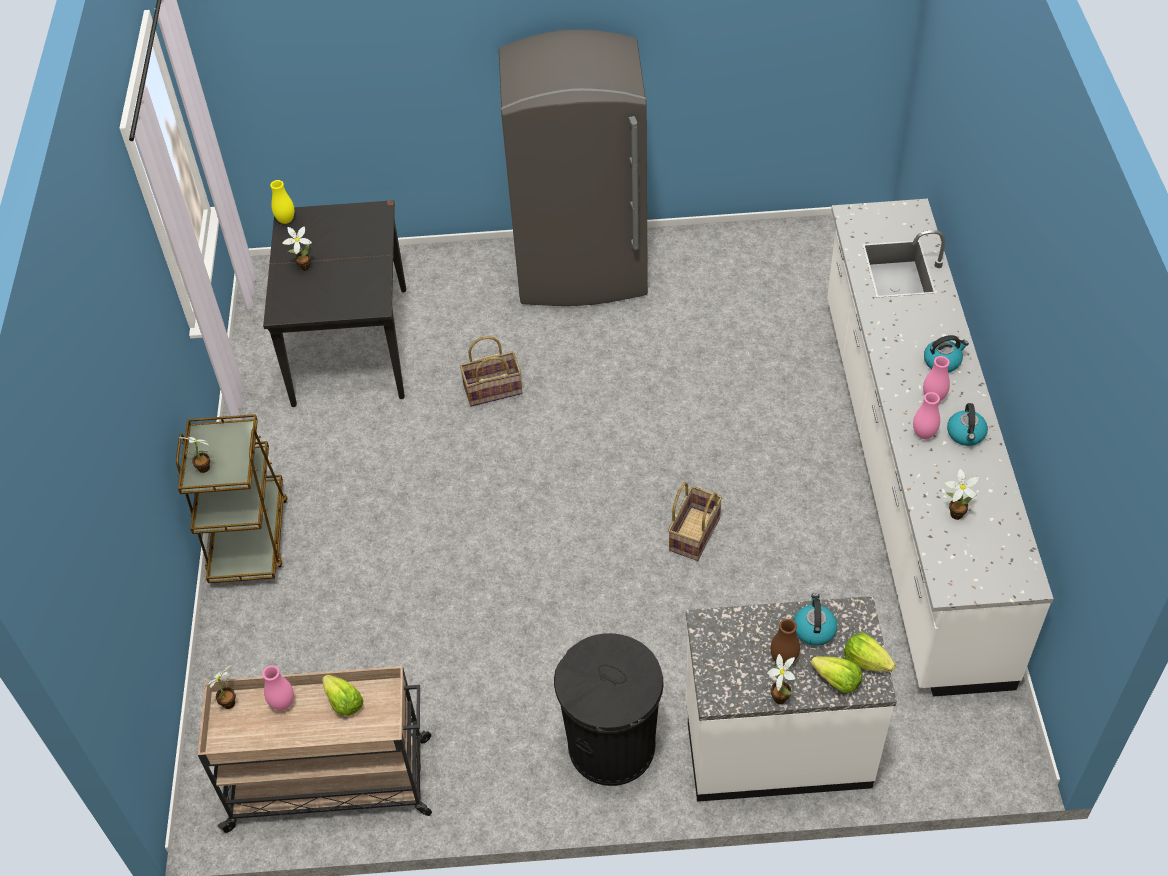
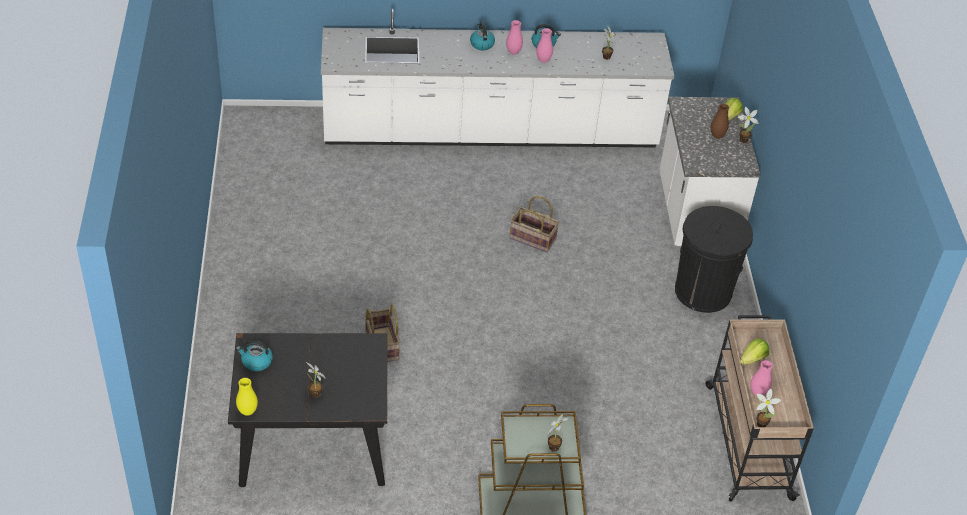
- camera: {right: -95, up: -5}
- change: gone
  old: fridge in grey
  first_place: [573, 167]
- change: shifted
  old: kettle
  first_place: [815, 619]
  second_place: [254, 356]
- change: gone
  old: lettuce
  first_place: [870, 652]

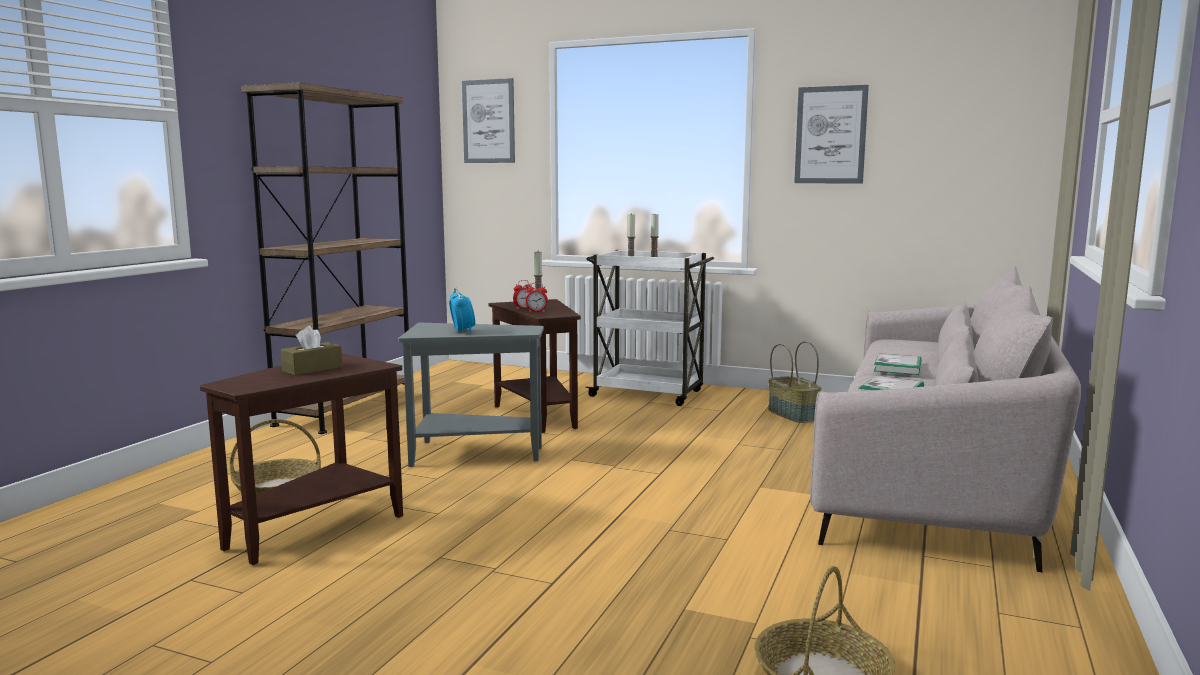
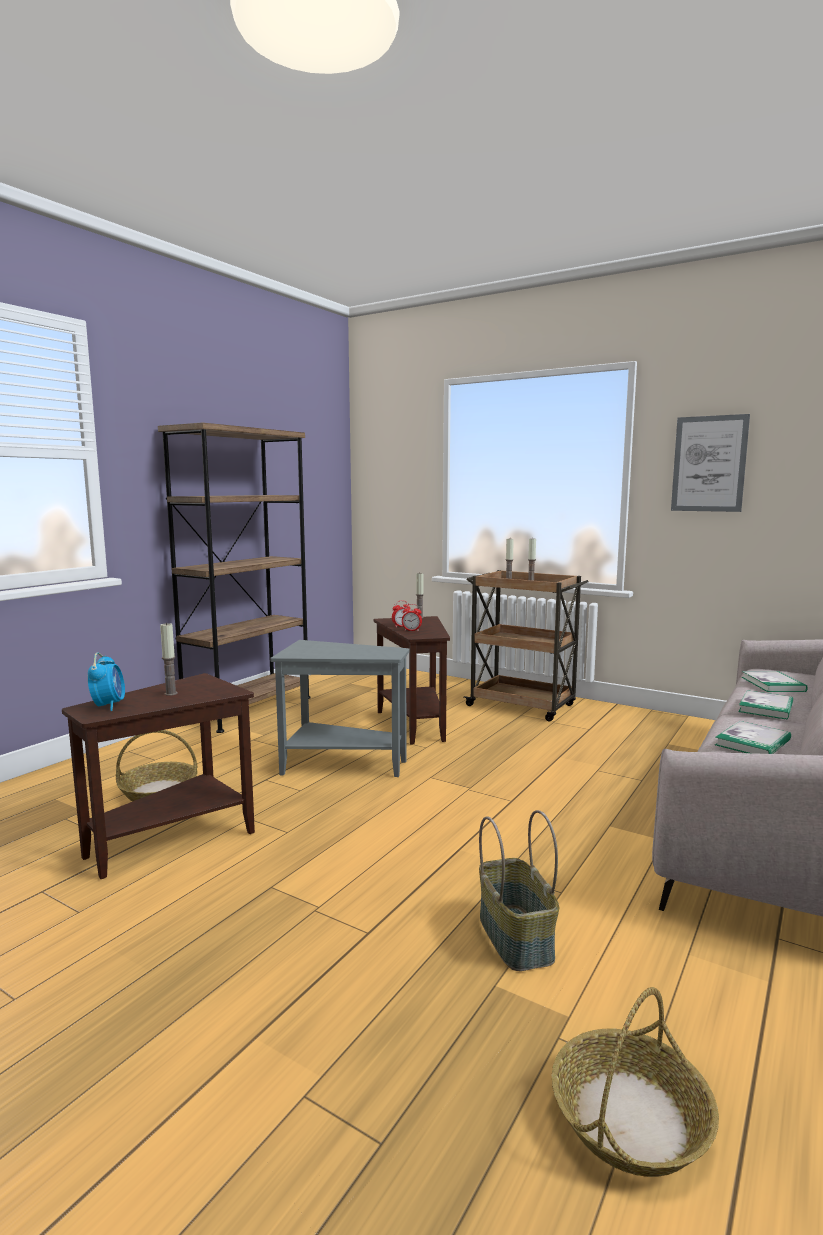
- camera: {right: 10, up: 0}
- change: swapped
  old: tissue box in brown
  new: candle
  first_place: [311, 351]
  second_place: [169, 659]
- change: shifted
  old: alarm clock
  first_place: [462, 310]
  second_place: [106, 681]
- change: gone
  old: picture
  first_place: [488, 120]
- change: repainted
  old: cart in white
  new: cart in brown
  first_place: [649, 328]
  second_place: [526, 645]
- change: shifted
  old: basket
  first_place: [794, 382]
  second_place: [519, 890]
- change: new
  new: book
  second_place: [775, 681]

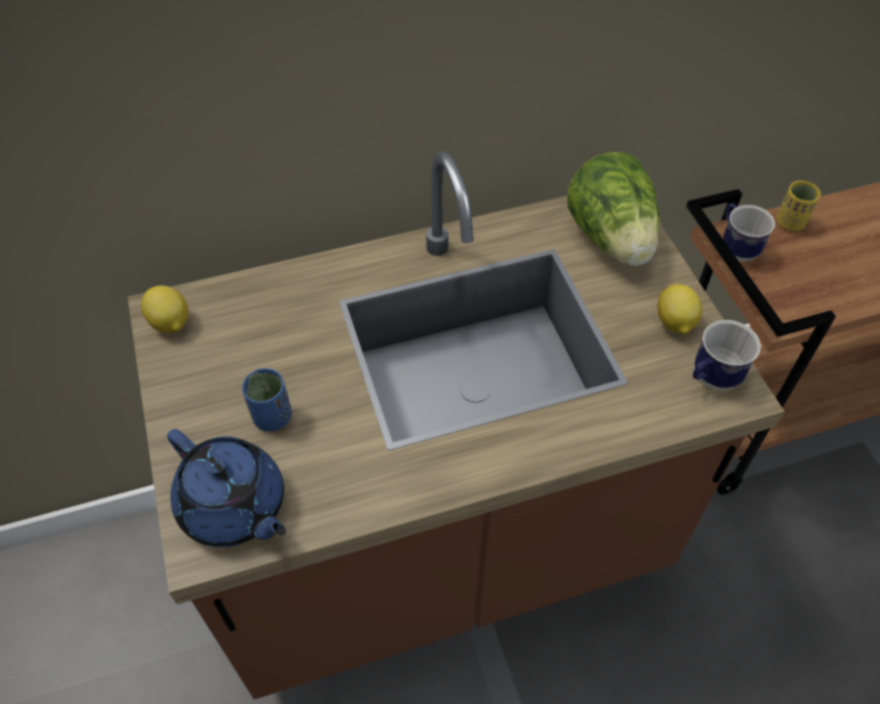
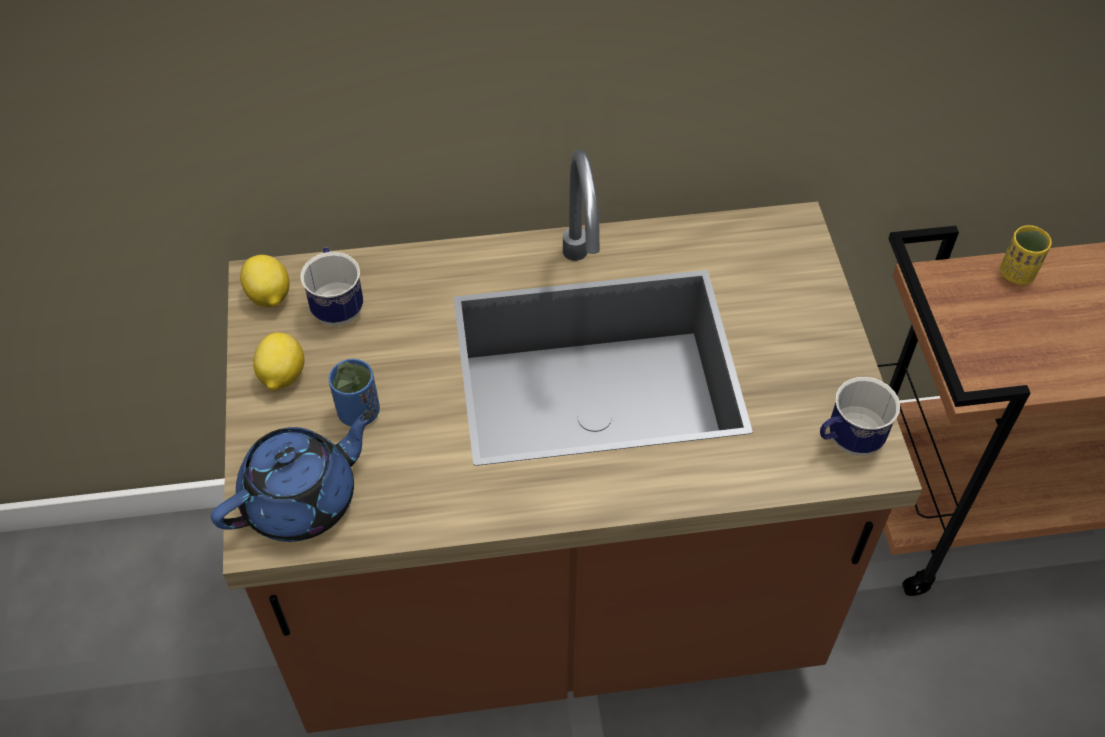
- camera: {right: 10, up: 0}
- change: rotated
  old: teapot in blue
  first_place: [226, 488]
  second_place: [293, 476]
  degrees: -90
- change: gone
  old: lettuce
  first_place: [613, 209]
- change: shifted
  old: lemon
  first_place: [679, 309]
  second_place: [279, 361]
- change: shifted
  old: mug
  first_place: [749, 232]
  second_place: [332, 286]

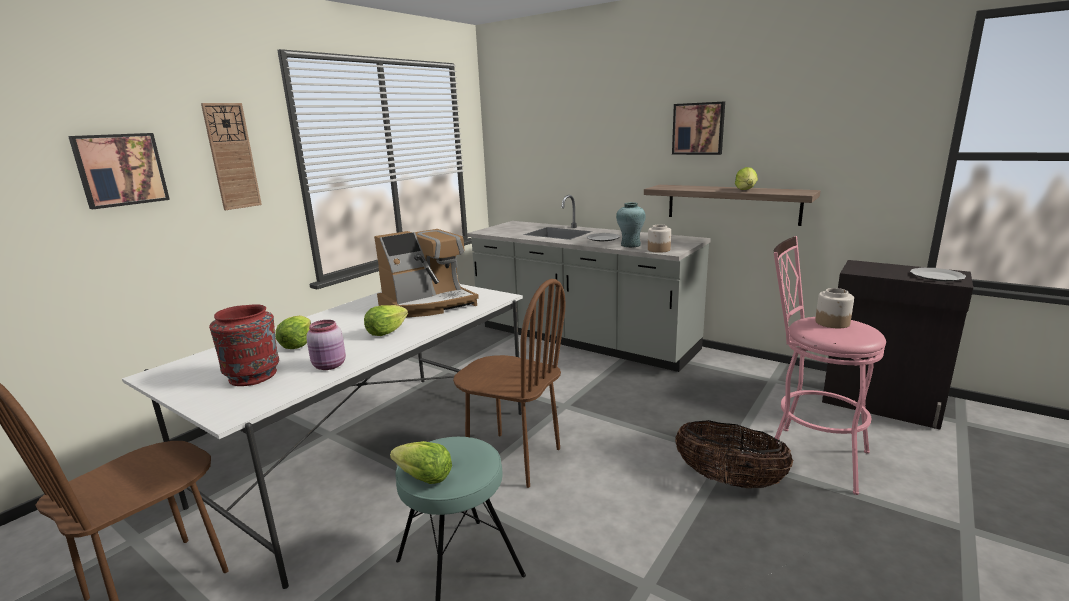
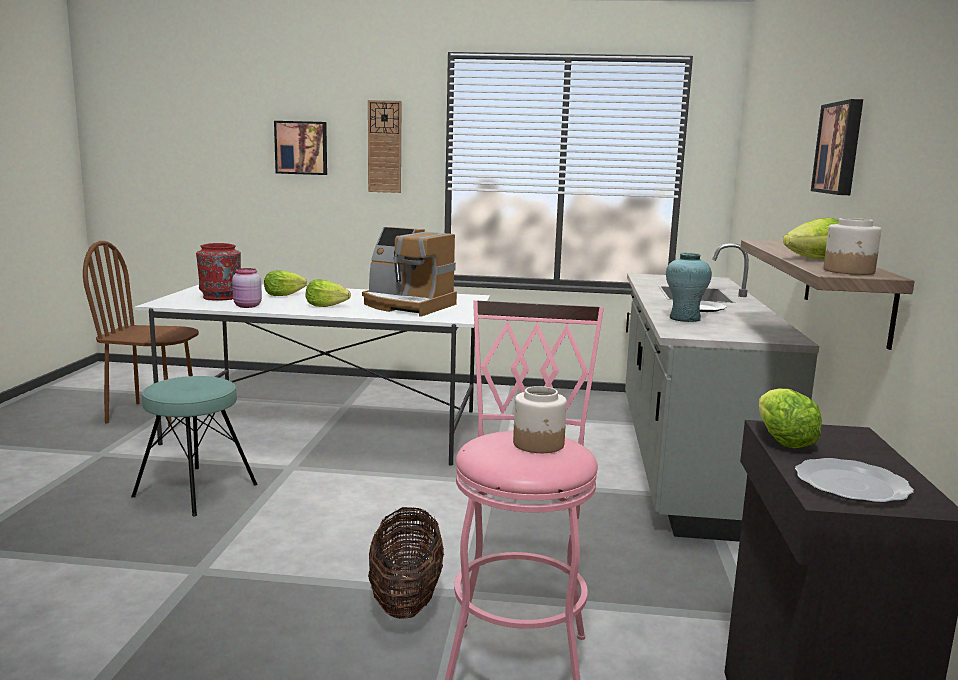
- camera: {right: 60, up: -5}
- change: shifted
  old: lettuce
  first_place: [421, 462]
  second_place: [790, 418]
- change: gone
  old: chair in brown
  first_place: [509, 383]
- change: shifted
  old: jar
  first_place: [659, 239]
  second_place: [852, 246]

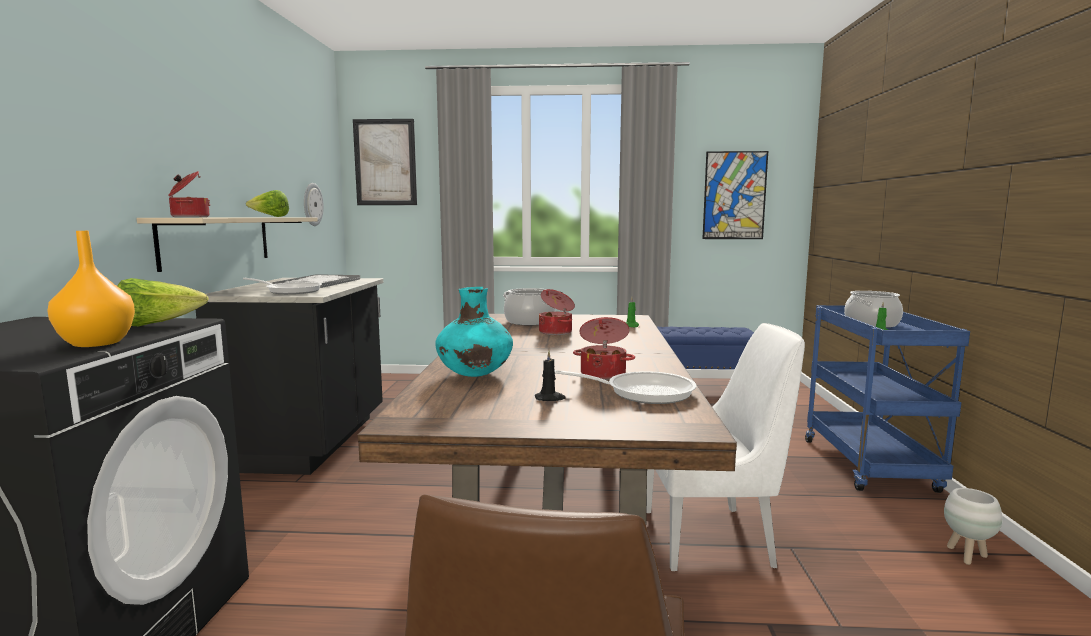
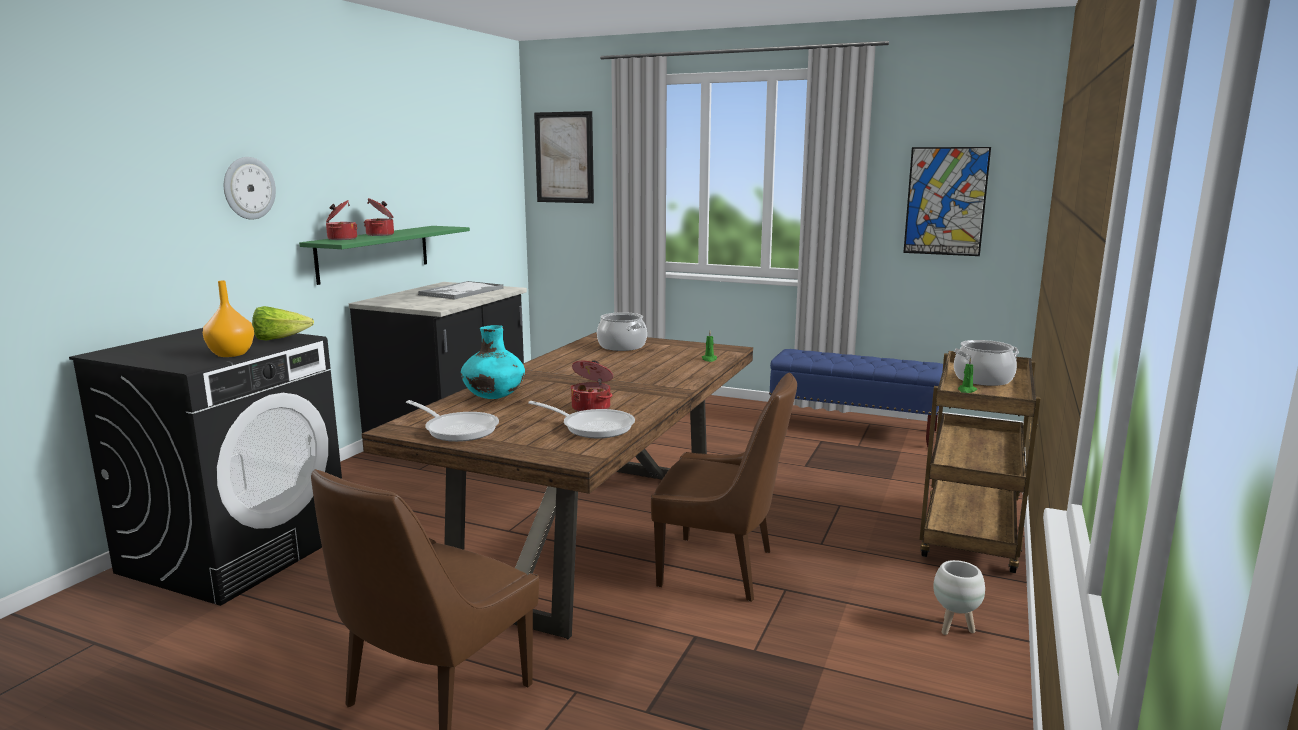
- camera: {right: 20, up: 5}
- change: repainted
  old: shelf in beige
  new: shelf in green
  first_place: [227, 244]
  second_place: [384, 255]
- change: shifted
  old: frying pan
  first_place: [282, 286]
  second_place: [452, 421]
- change: gone
  old: lettuce
  first_place: [267, 203]
- change: shifted
  old: wall clock
  first_place: [314, 204]
  second_place: [250, 188]
- change: gone
  old: candle in black
  first_place: [550, 376]
- change: shifted
  old: cooking pot
  first_place: [557, 312]
  second_place: [379, 217]
- change: repainted
  old: chair in white
  new: chair in brown
  first_place: [726, 447]
  second_place: [724, 487]
- change: repainted
  old: cart in blue
  new: cart in brown
  first_place: [887, 399]
  second_place: [979, 462]

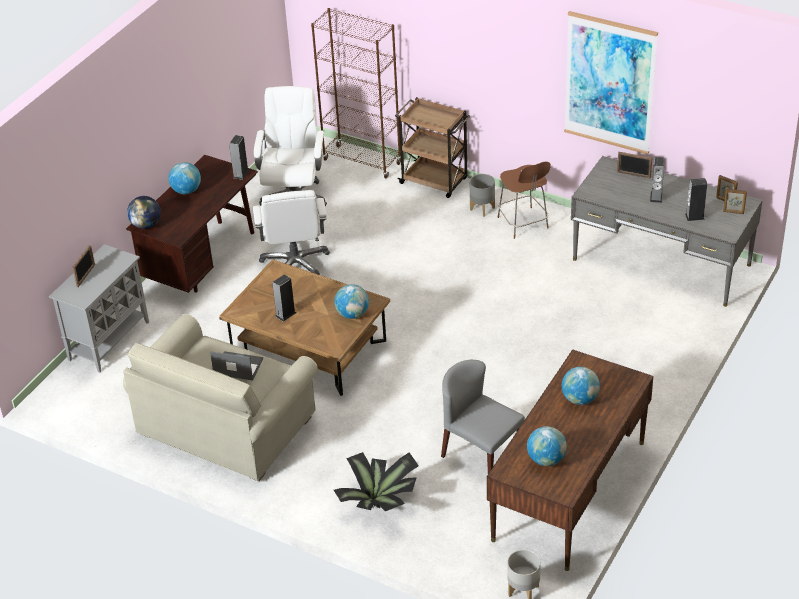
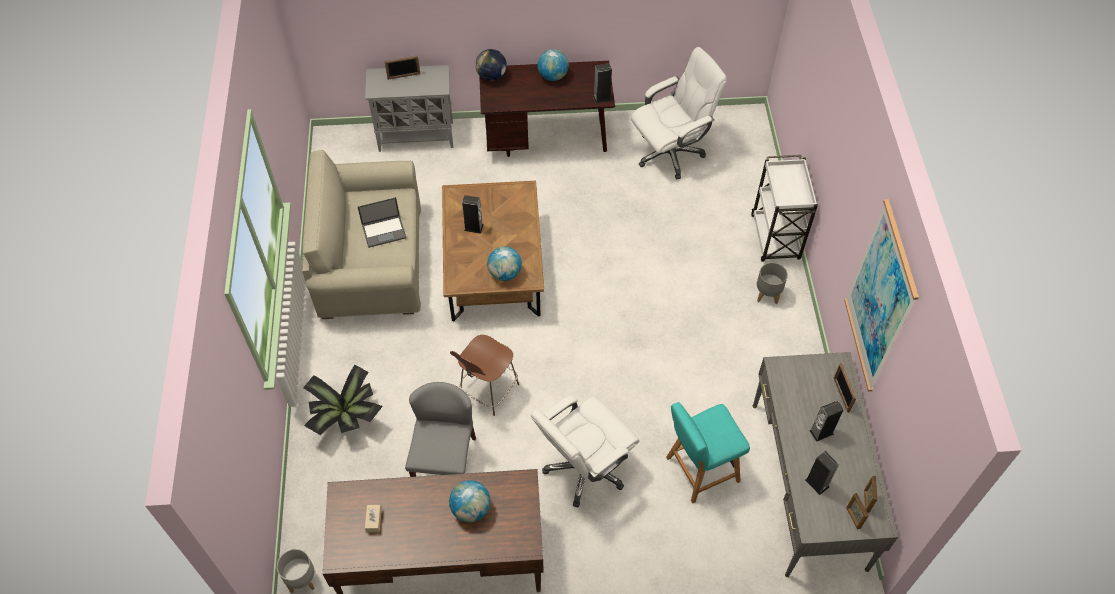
- camera: {right: 55, up: 15}
- change: rotated
  old: laptop
  first_place: [236, 366]
  second_place: [382, 222]
  degrees: 90
- change: shifted
  old: office chair in white
  first_place: [291, 232]
  second_place: [585, 451]
- change: gone
  old: bookcase in brown
  first_place: [356, 93]
- change: repainted
  old: cart in brown
  new: cart in white
  first_place: [432, 147]
  second_place: [784, 208]
- change: shifted
  old: chair in brown
  first_place: [524, 200]
  second_place: [484, 375]
- change: swapped
  old: globe
  new: tissue box in beige
  first_place: [547, 446]
  second_place: [373, 519]
- change: new
  new: chair in turquoise
  second_place: [708, 452]

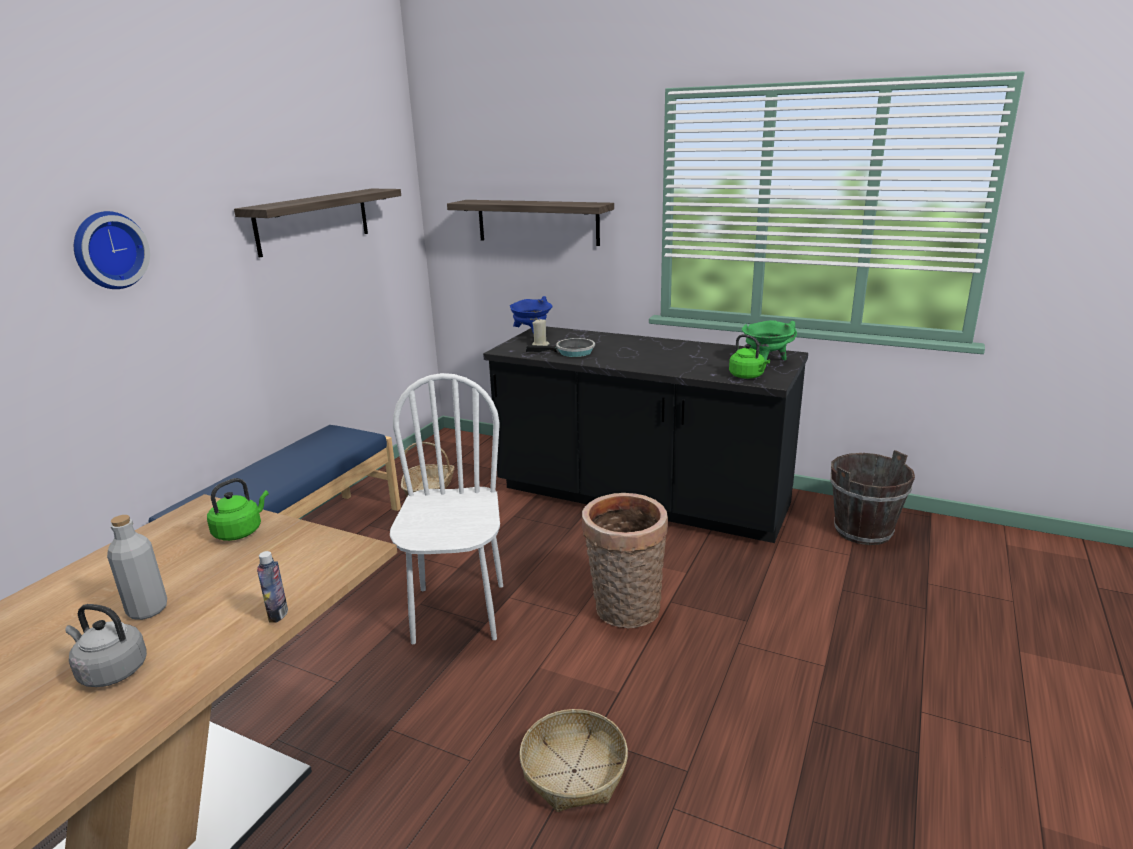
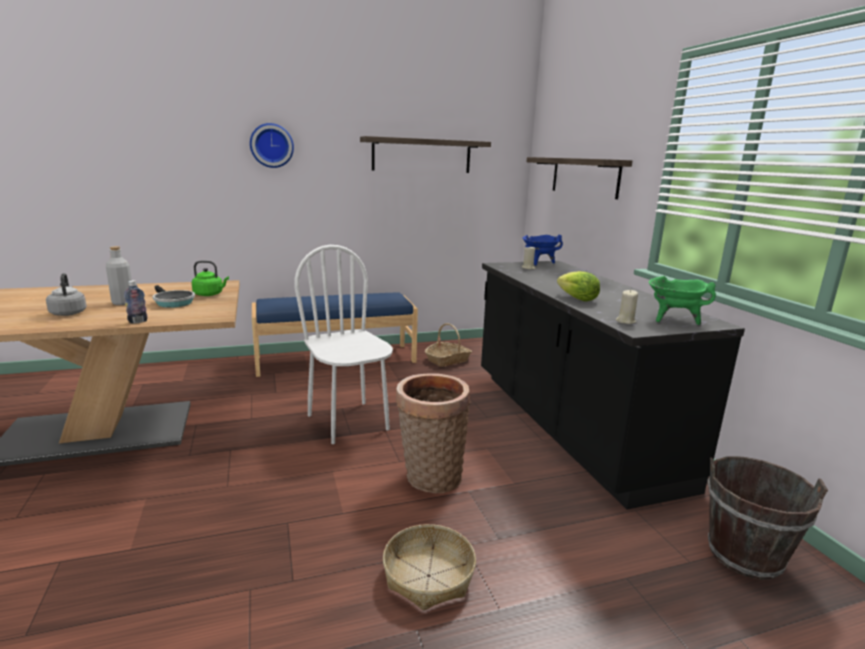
- camera: {right: 45, up: -5}
- change: rotated
  old: chair in white
  first_place: [446, 508]
  second_place: [343, 344]
  degrees: -75
- change: shifted
  old: basket
  first_place: [573, 760]
  second_place: [429, 567]
- change: shifted
  old: frying pan
  first_place: [560, 347]
  second_place: [174, 296]
- change: swapped
  old: kettle in green
  new: candle in beige
  first_place: [749, 356]
  second_place: [627, 306]
- change: new
  new: lettuce
  second_place: [578, 286]

